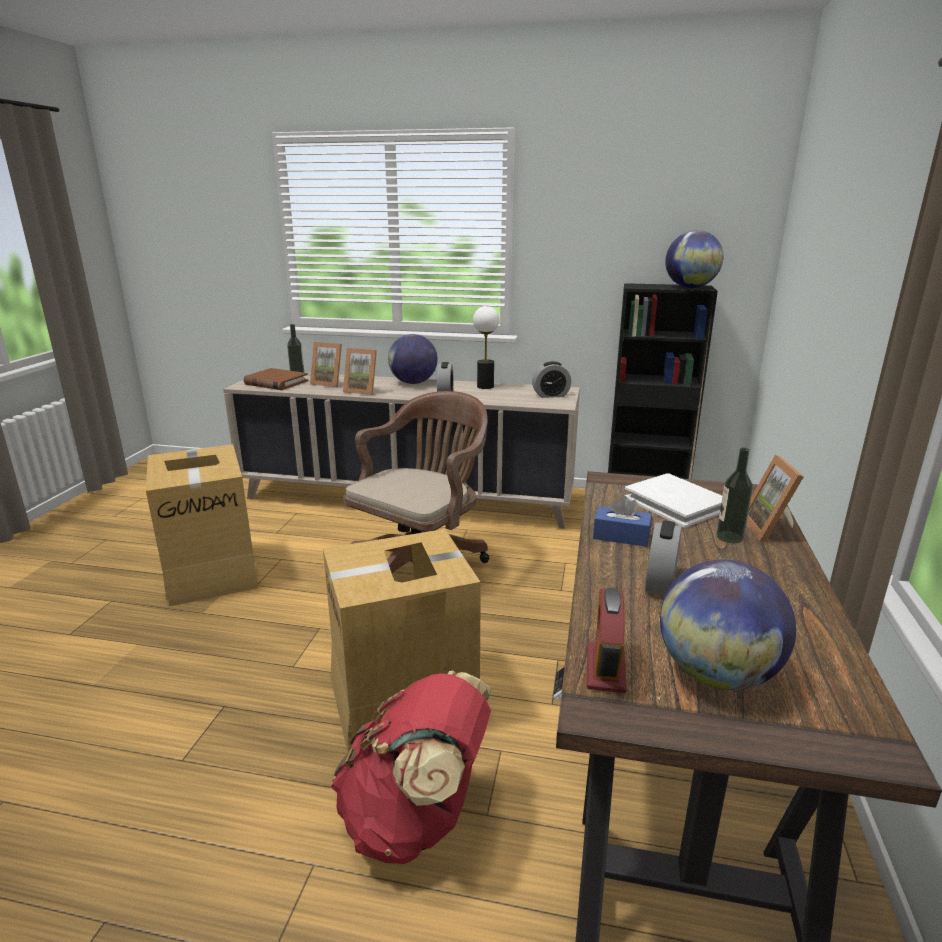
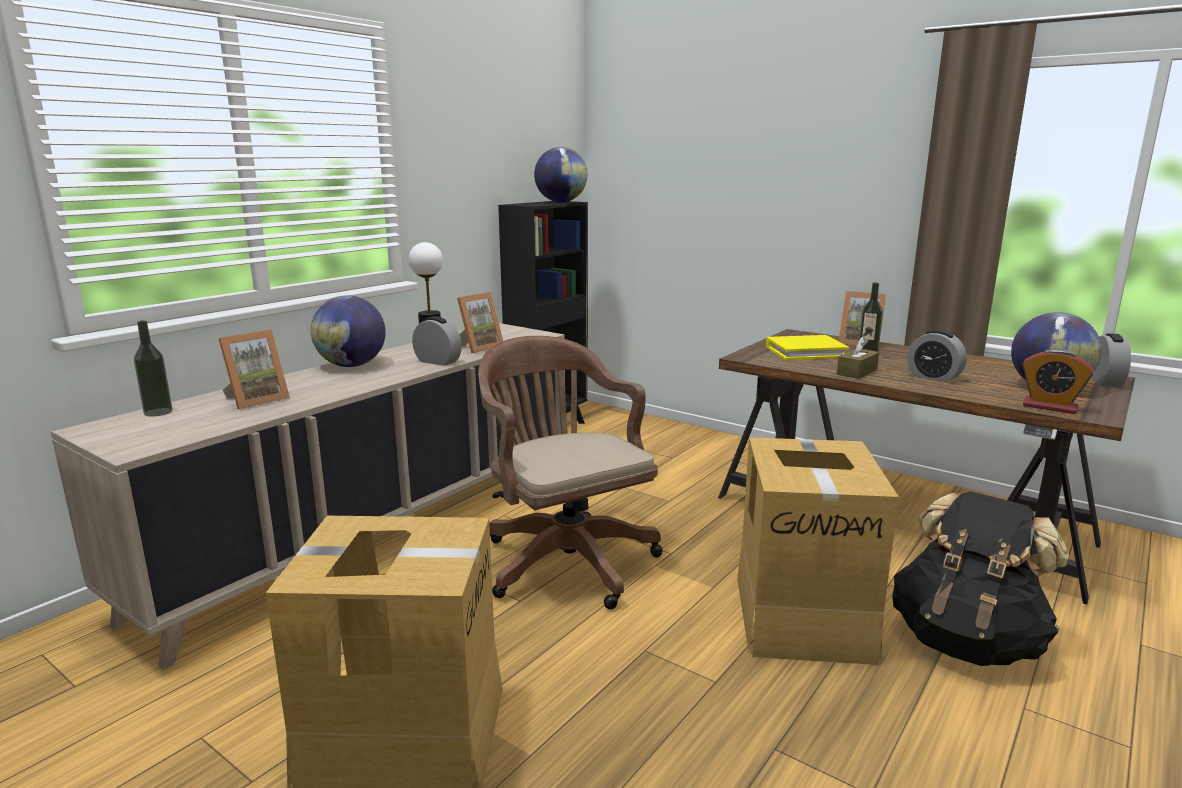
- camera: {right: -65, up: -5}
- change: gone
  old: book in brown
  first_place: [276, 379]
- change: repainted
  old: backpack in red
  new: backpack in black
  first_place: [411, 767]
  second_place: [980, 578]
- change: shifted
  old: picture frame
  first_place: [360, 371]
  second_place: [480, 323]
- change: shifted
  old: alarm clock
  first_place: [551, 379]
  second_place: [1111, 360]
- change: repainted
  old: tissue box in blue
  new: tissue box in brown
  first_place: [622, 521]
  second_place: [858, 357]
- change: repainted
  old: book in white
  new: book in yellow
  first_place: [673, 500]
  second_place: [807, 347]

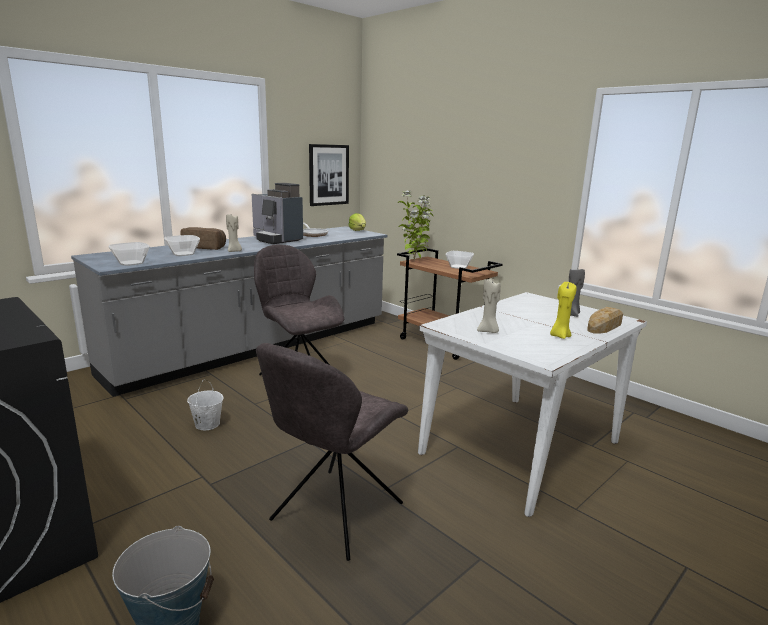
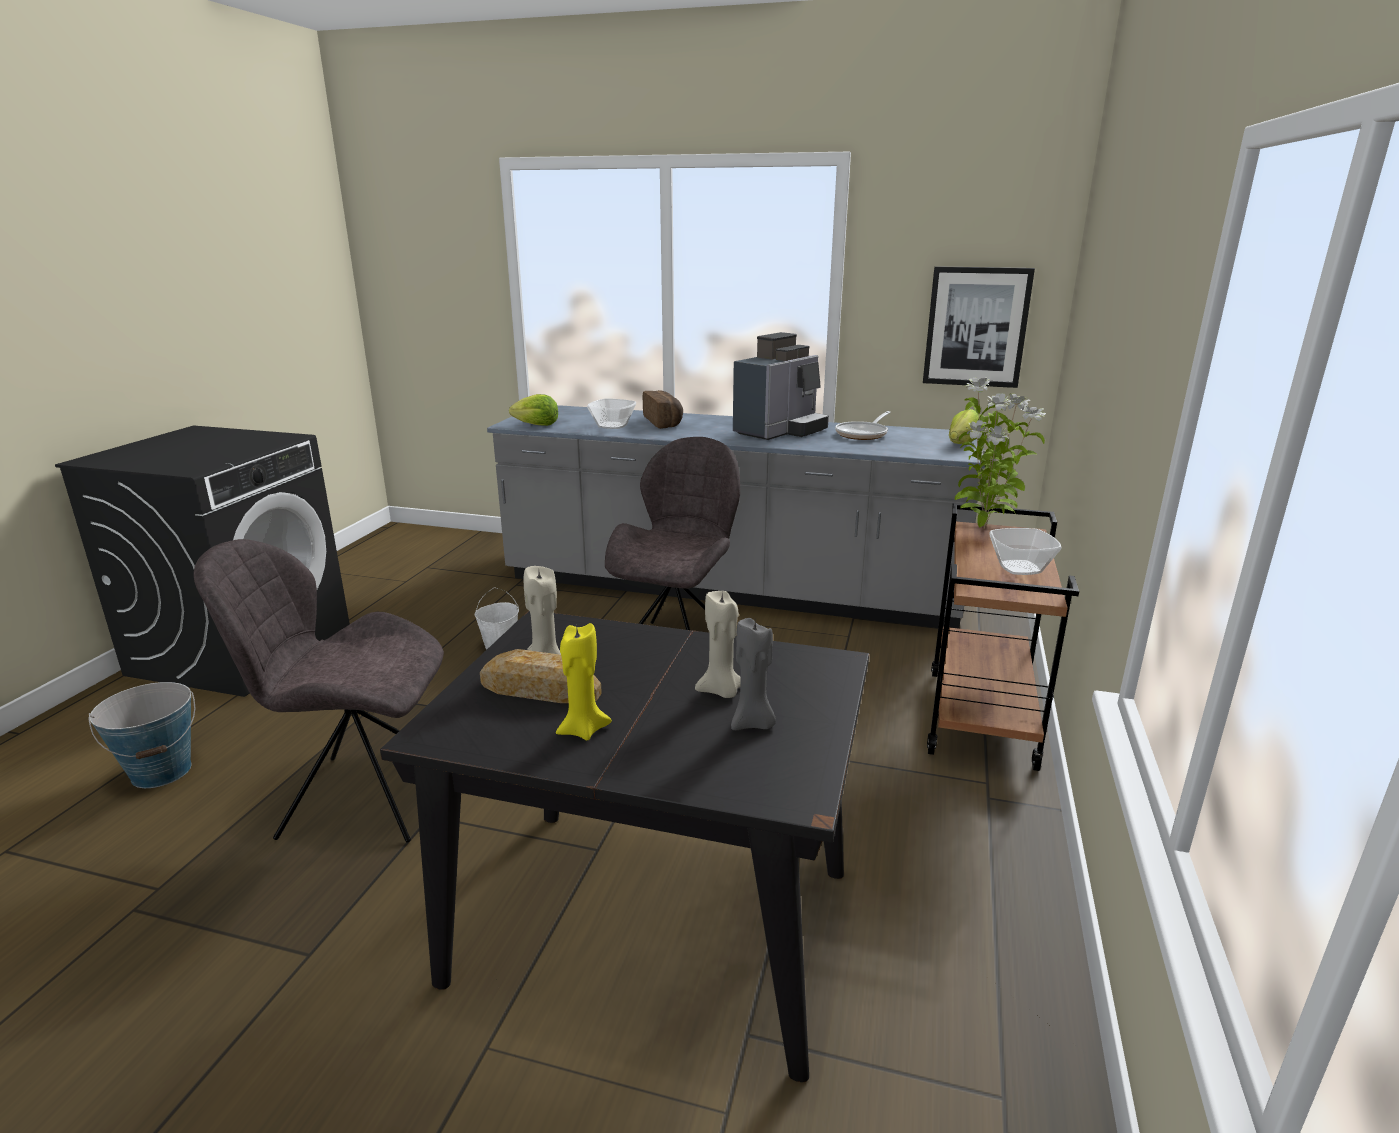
- camera: {right: 60, up: 5}
- change: swapped
  old: bowl
  new: lettuce
  first_place: [129, 254]
  second_place: [533, 410]
- change: shifted
  old: candle in beige
  first_place: [234, 233]
  second_place: [718, 644]
- change: rotated
  old: coffee machine
  first_place: [277, 213]
  second_place: [781, 386]
  degrees: -150
- change: repainted
  old: dining table in white
  new: dining table in black
  first_place: [532, 404]
  second_place: [624, 846]
- change: shifted
  old: bread
  first_place: [605, 320]
  second_place: [541, 676]

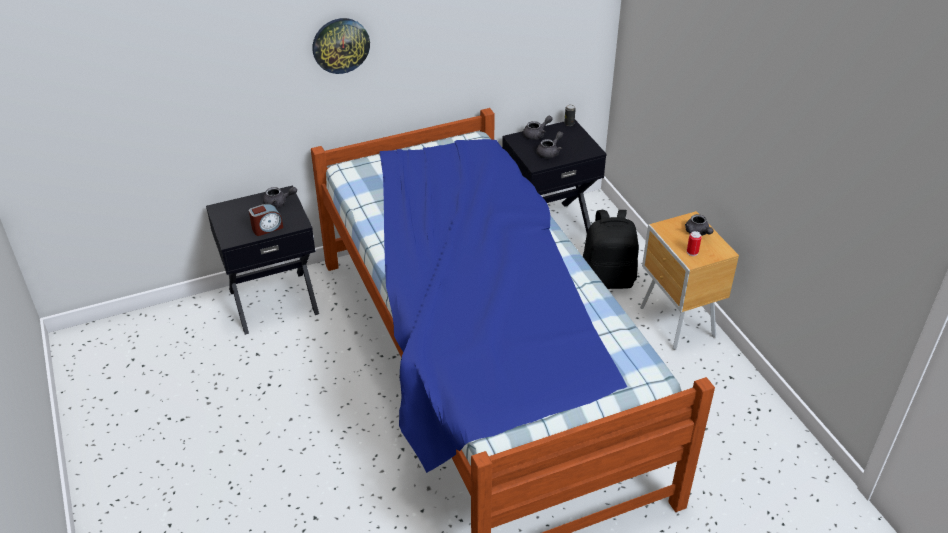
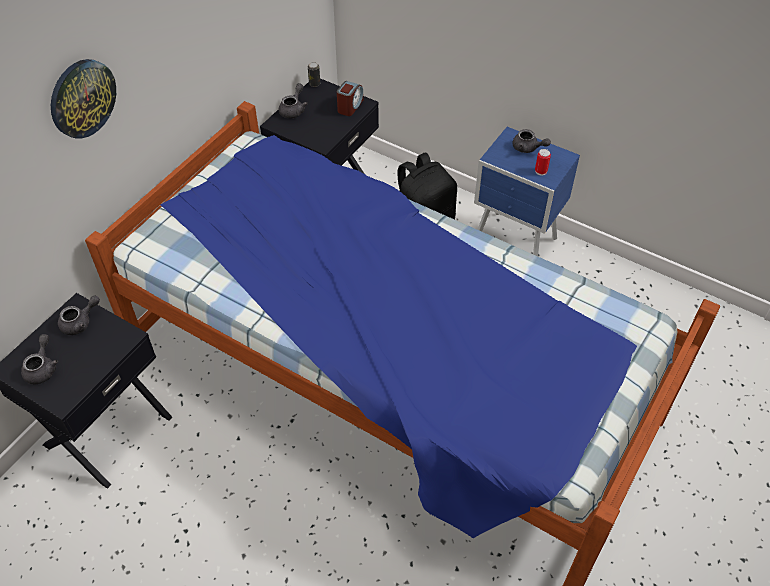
- camera: {right: -35, up: 10}
- change: shifted
  old: alarm clock
  first_place: [266, 220]
  second_place: [350, 98]
- change: shifted
  old: teapot in grey
  first_place: [549, 145]
  second_place: [39, 359]
- change: repainted
  old: nightstand in brown
  new: nightstand in blue
  first_place: [689, 280]
  second_place: [527, 191]

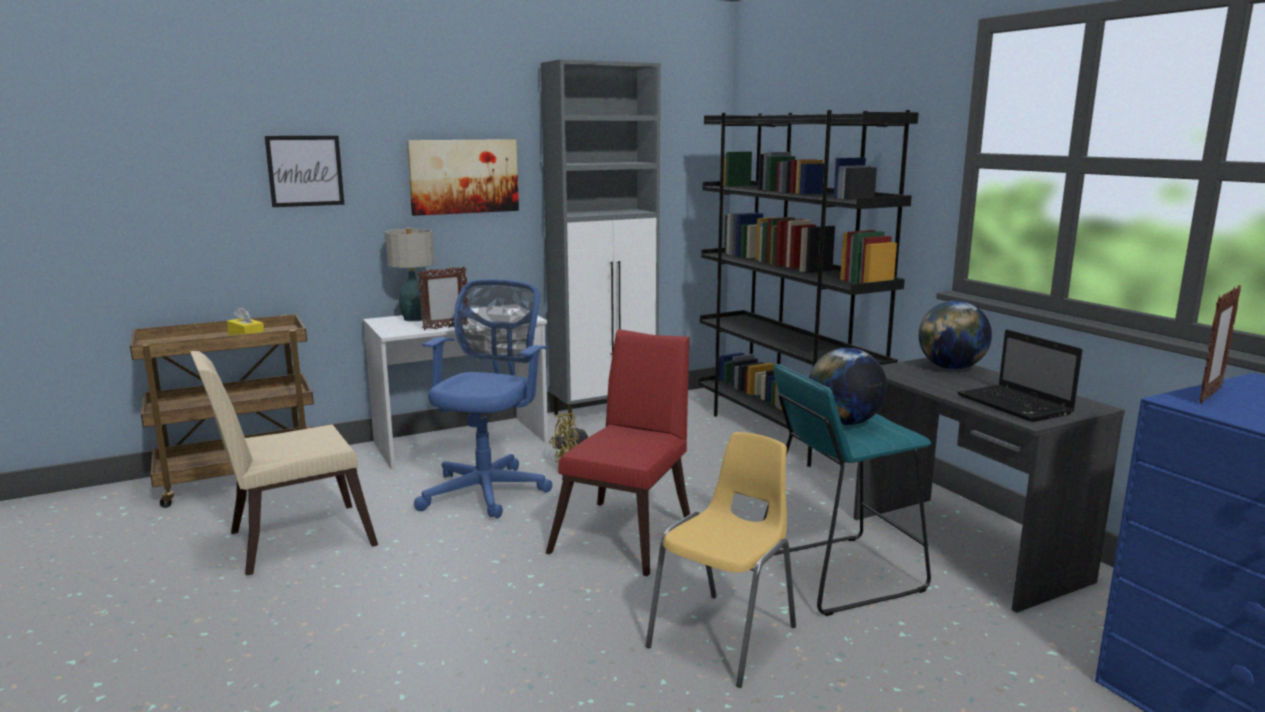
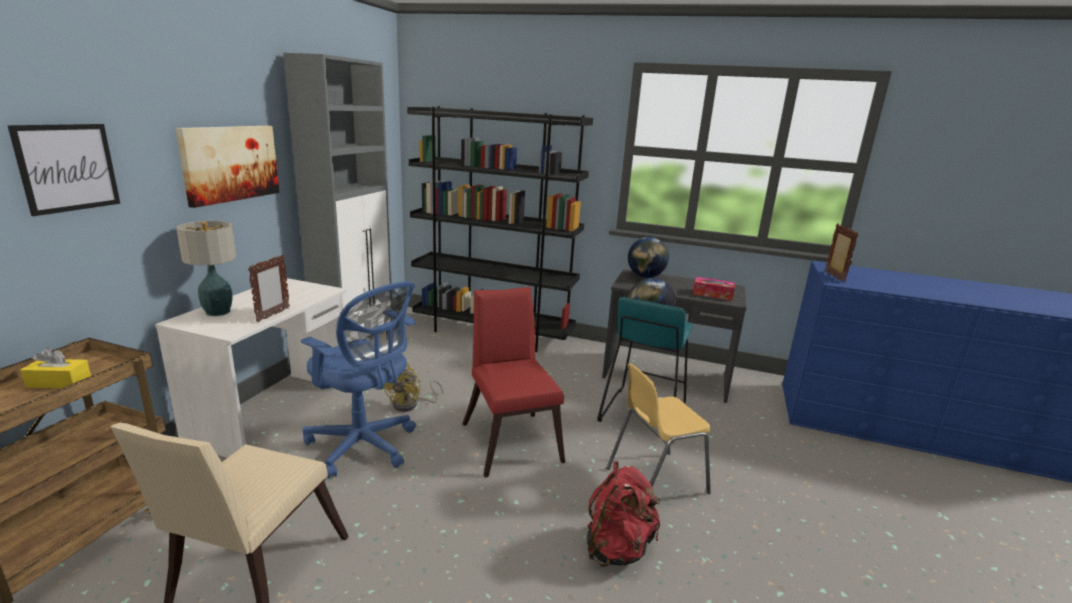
- camera: {right: -45, up: 5}
- change: rotated
  old: office chair in blue
  first_place: [483, 398]
  second_place: [358, 379]
  degrees: 150
- change: rotated
  old: chair in yellow
  first_place: [721, 560]
  second_place: [658, 428]
  degrees: -105
- change: swapped
  old: laptop
  new: tissue box
  first_place: [1020, 376]
  second_place: [714, 289]
- change: new
  new: backpack in red
  second_place: [623, 514]

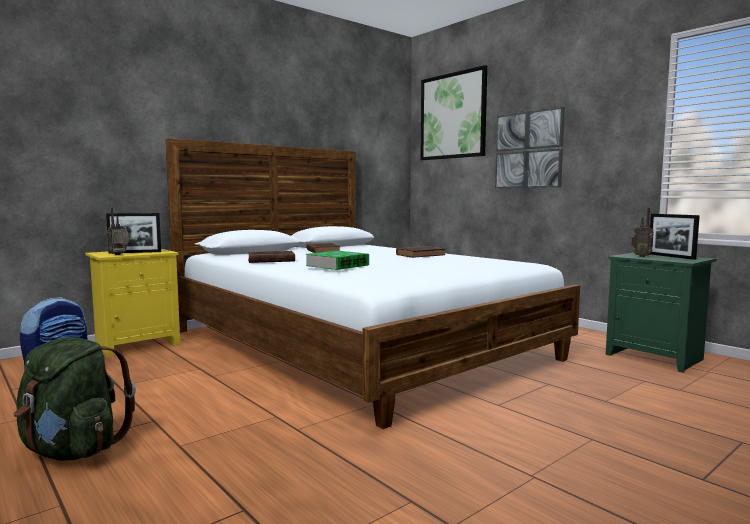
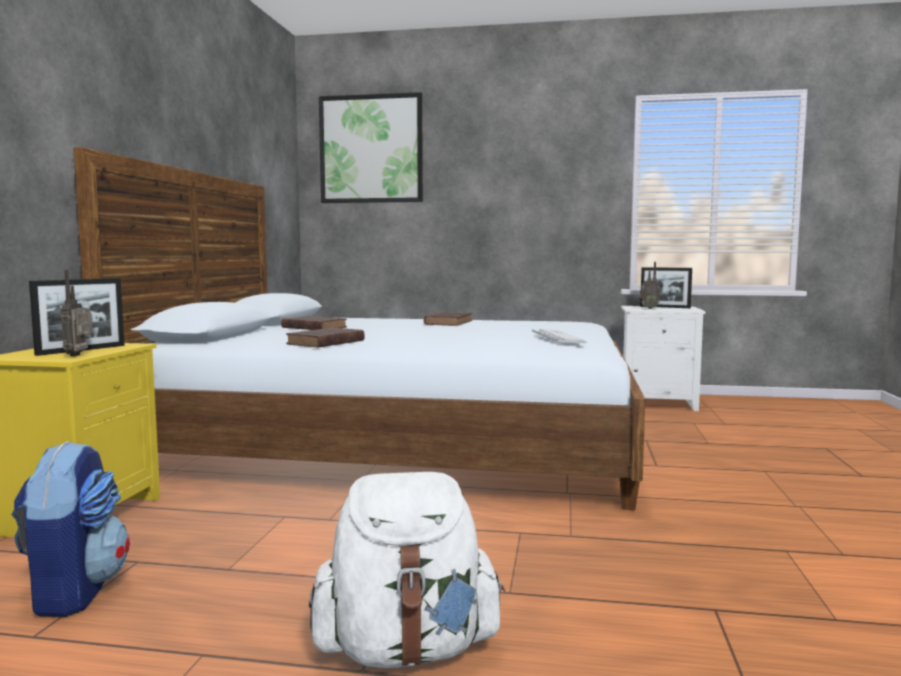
- camera: {right: -40, up: 0}
- change: repainted
  old: backpack in green
  new: backpack in white
  first_place: [74, 399]
  second_place: [407, 570]
- change: gone
  old: book
  first_place: [337, 260]
- change: gone
  old: picture
  first_place: [530, 147]
- change: repainted
  old: nightstand in green
  new: nightstand in white
  first_place: [661, 313]
  second_place: [663, 358]
- change: new
  new: keyboard
  second_place: [559, 336]

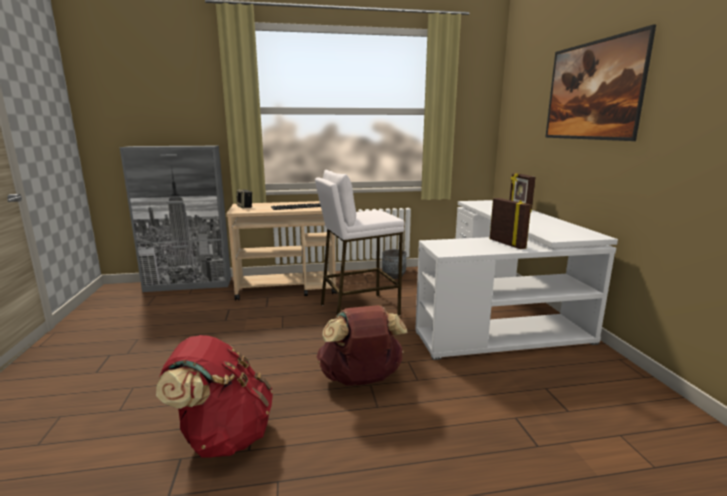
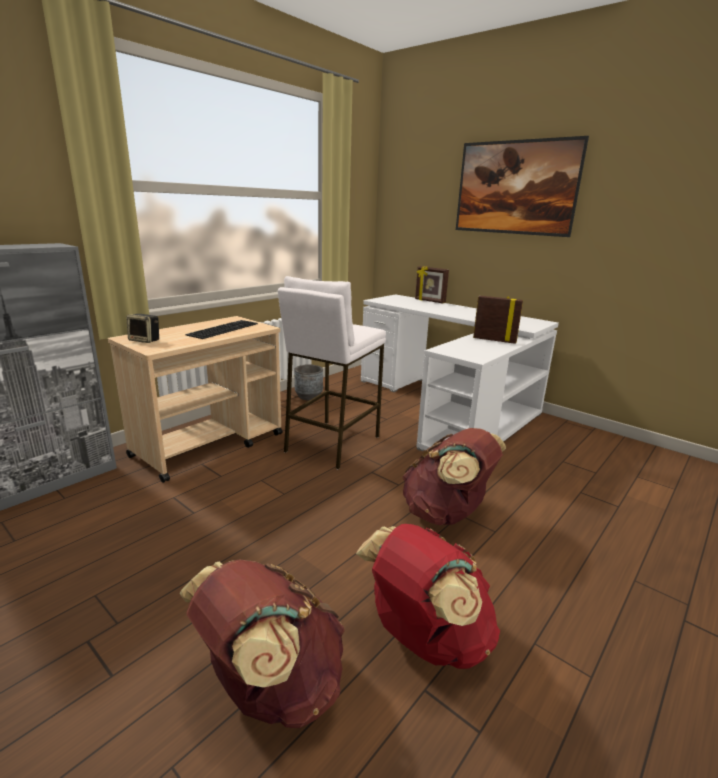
- camera: {right: -40, up: 5}
- change: new
  new: backpack in brown
  second_place: [262, 643]

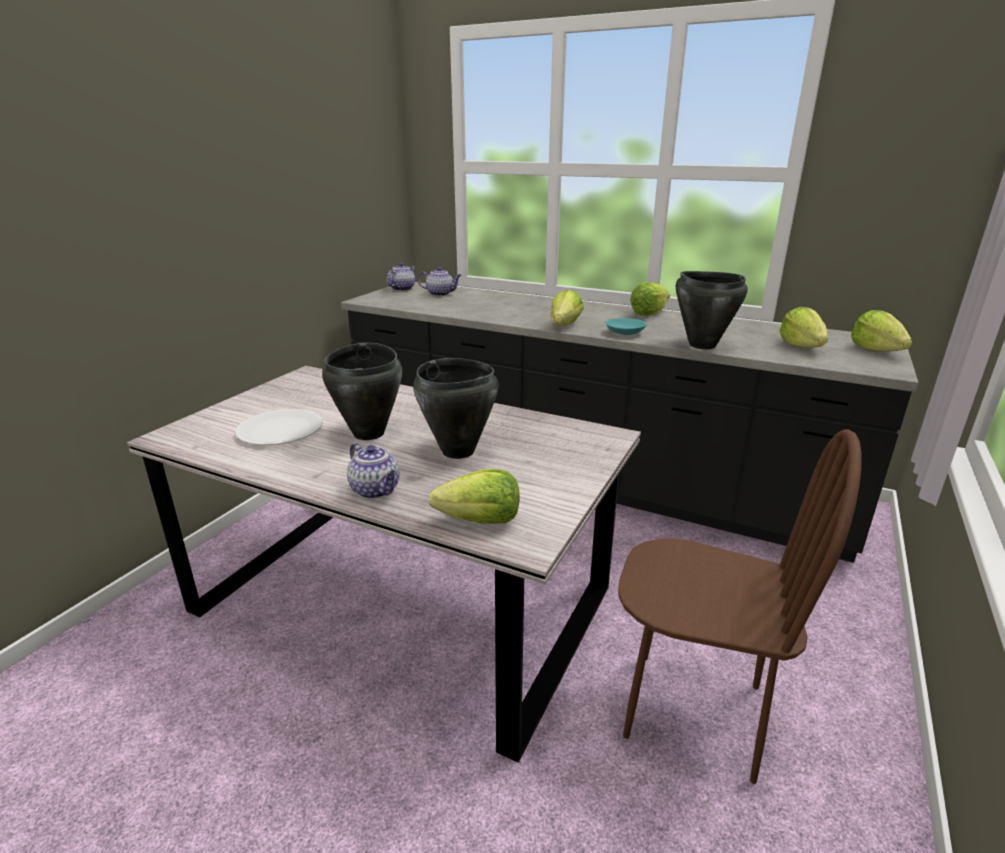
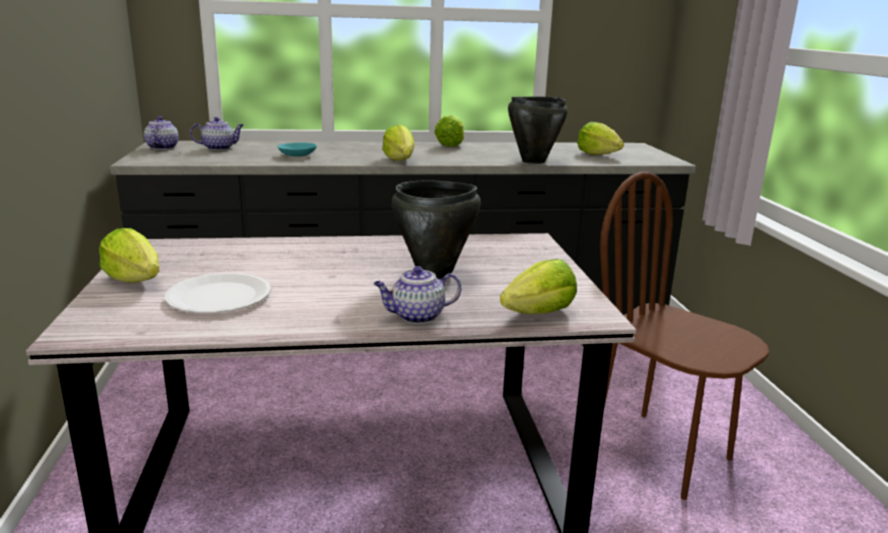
- camera: {right: -35, up: -5}
- change: gone
  old: cooking pot in black
  first_place: [362, 391]
- change: rotated
  old: teapot
  first_place: [373, 471]
  second_place: [417, 295]
  degrees: 150
- change: shifted
  old: bowl in turquoise
  first_place: [626, 326]
  second_place: [297, 150]
- change: rotated
  old: chair in brown
  first_place: [740, 606]
  second_place: [684, 336]
  degrees: -120
- change: shifted
  old: lettuce
  first_place: [881, 331]
  second_place: [129, 255]

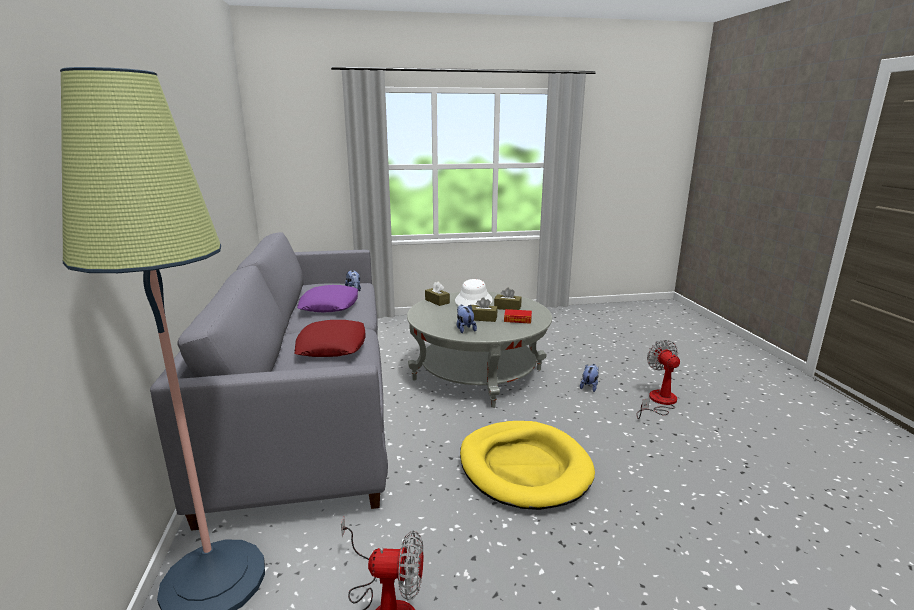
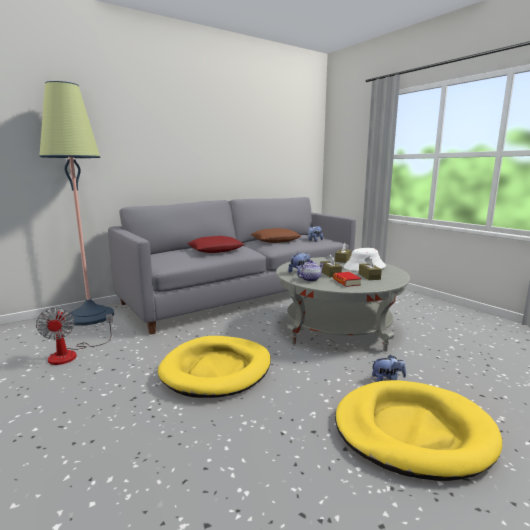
- camera: {right: 65, up: -5}
- change: repainted
  old: pillow in purple
  new: pillow in brown
  first_place: [327, 298]
  second_place: [276, 235]
- change: swapped
  old: fan
  new: dog bed in yellow
  first_place: [658, 379]
  second_place: [418, 430]
- change: new
  new: teapot
  second_place: [310, 271]

